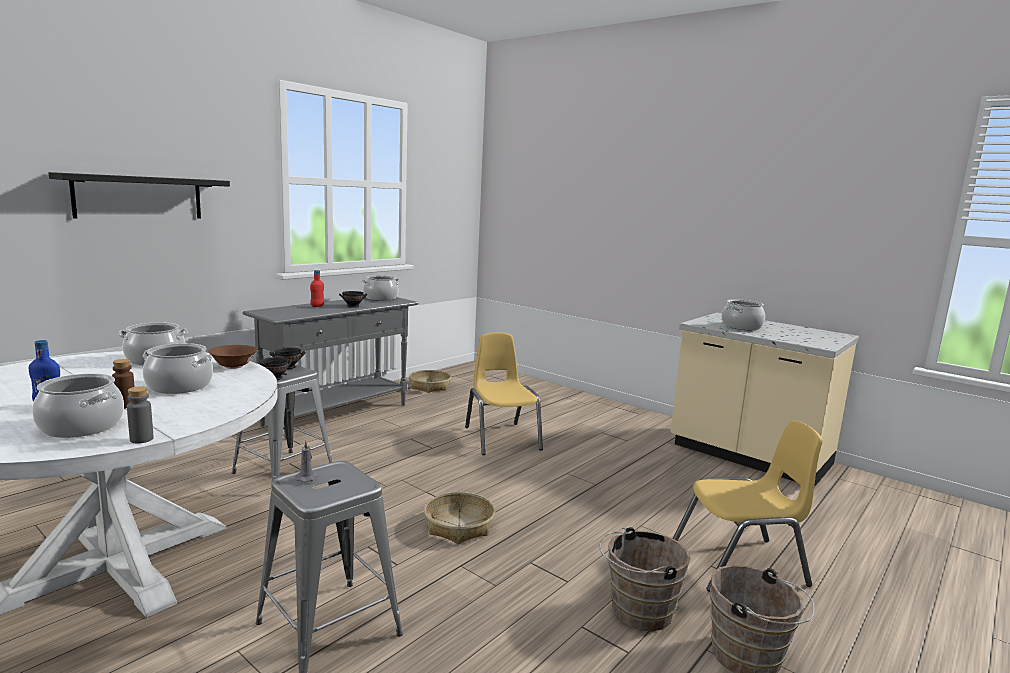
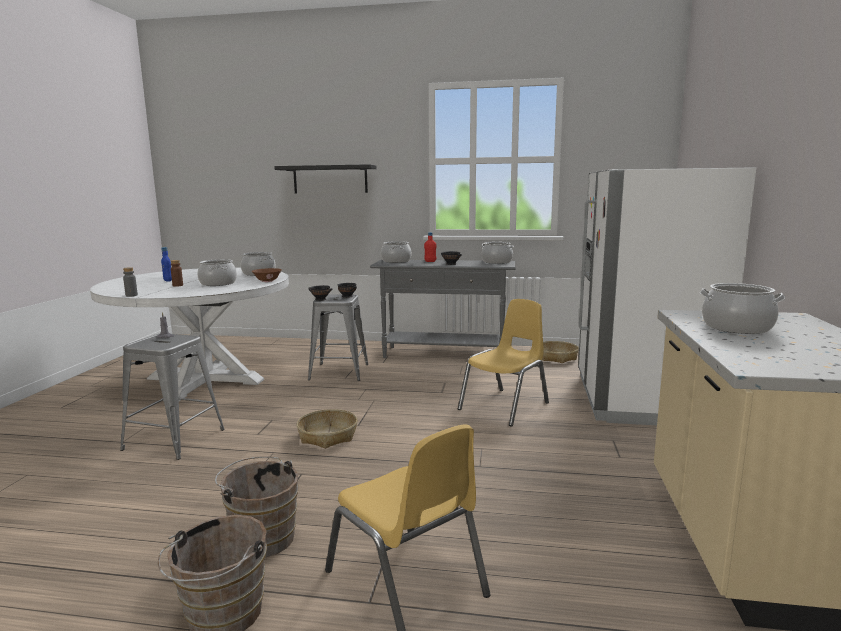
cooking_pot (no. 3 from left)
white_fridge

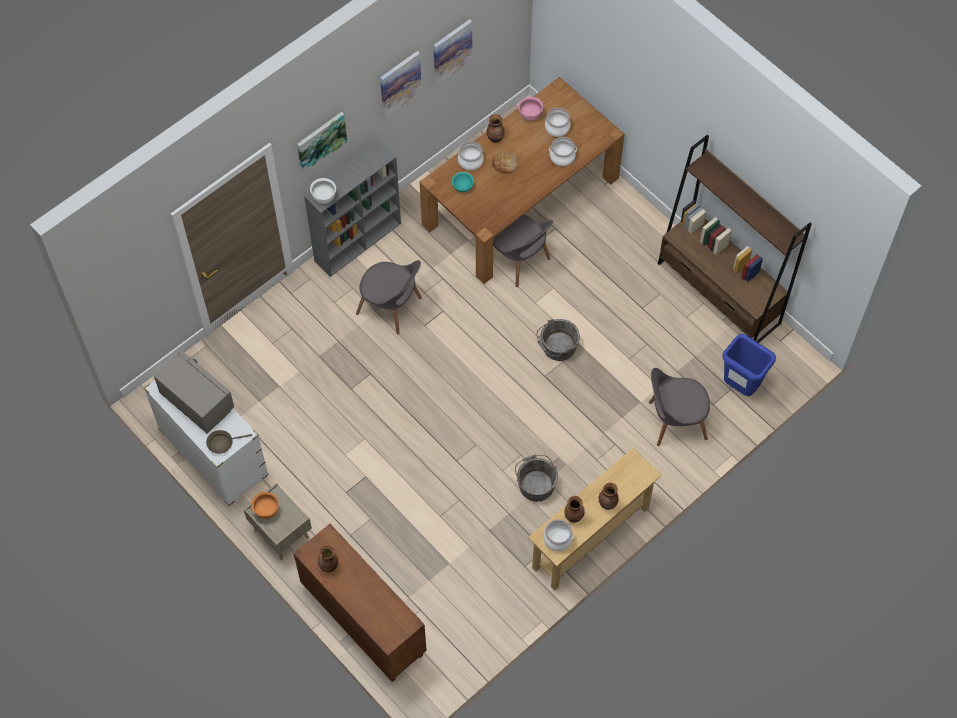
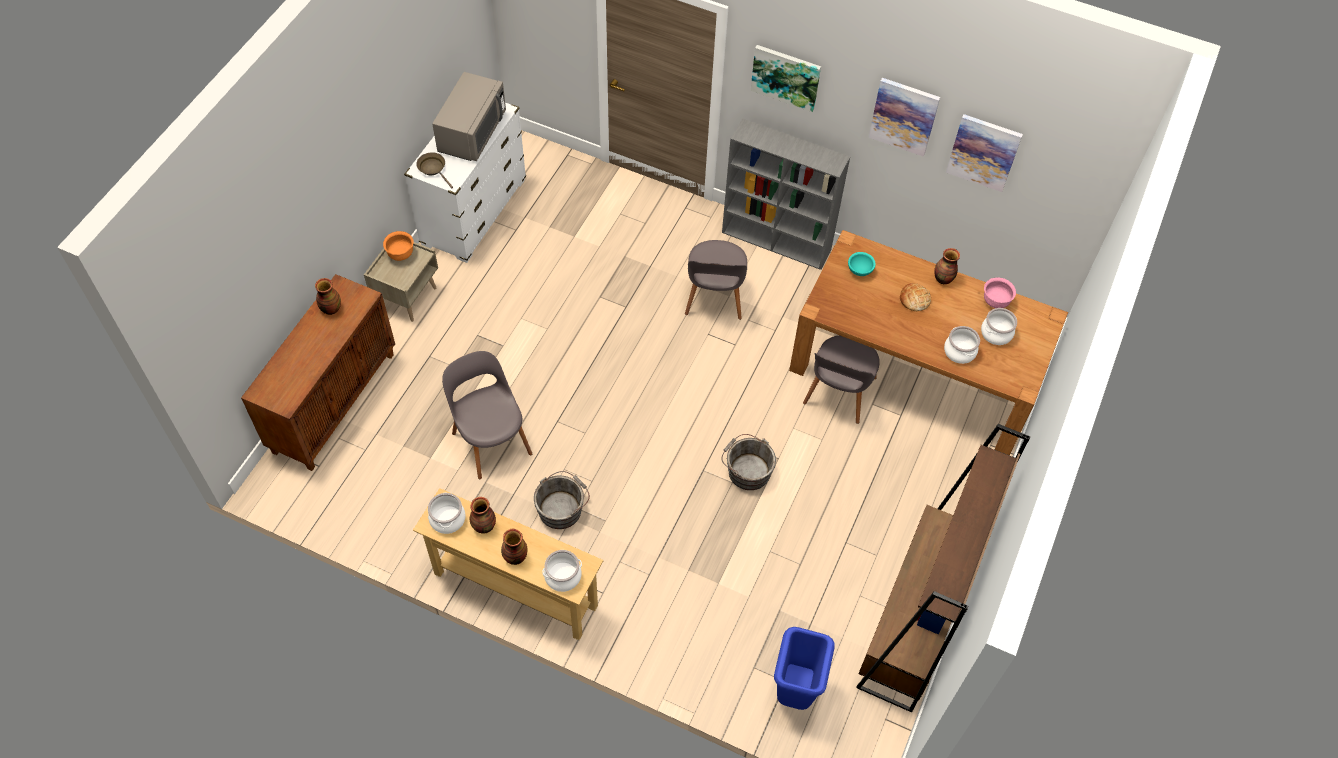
cooking_pot (no. 2 from left)
white_bowl
grey_chair (no. 1 from left)

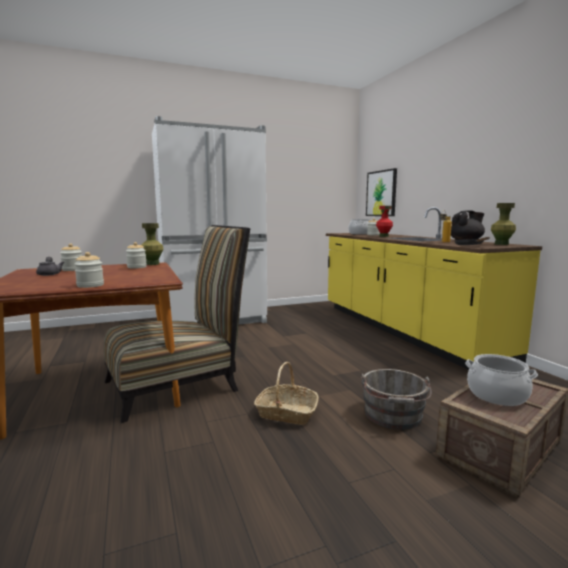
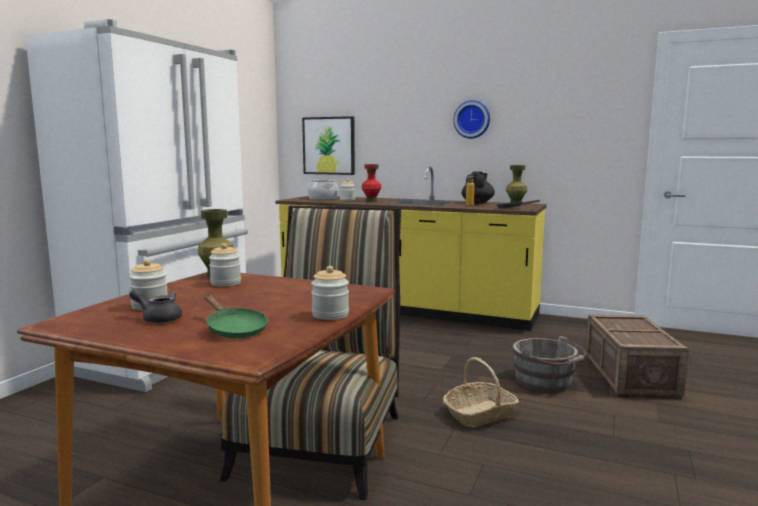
cooking_pot (no. 2 from left in the first image)
wall_clock
green_frying_pan

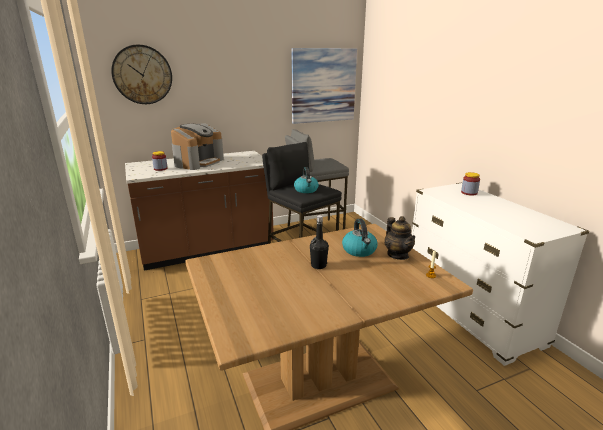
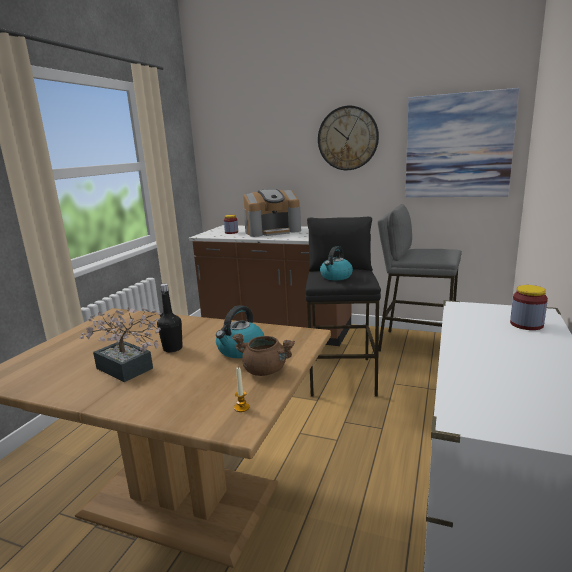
wall_clock
brown_cooking_pot
potted_plant

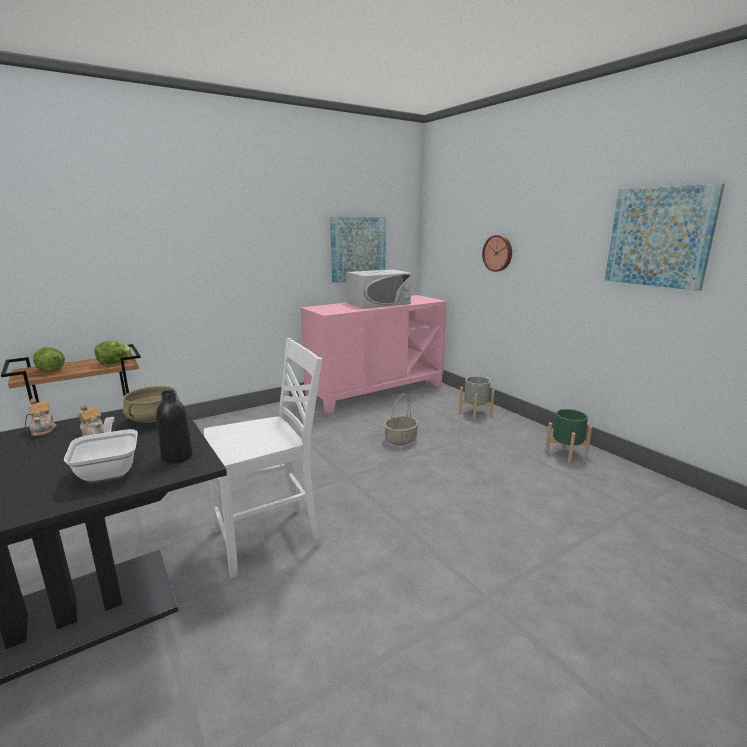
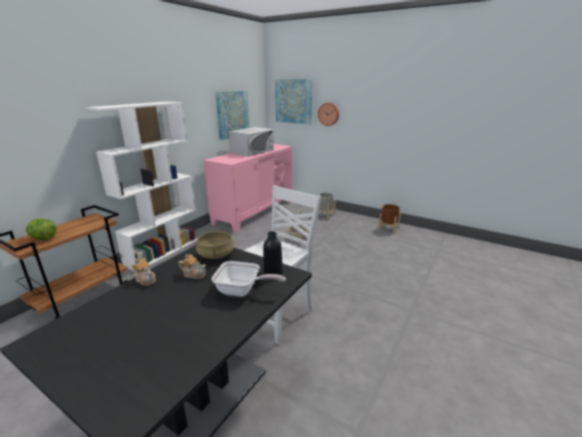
picture (no. 2 from left)
lettuce (no. 2 from left in the first image)
brown_planter
frying_pan
white_bookcase

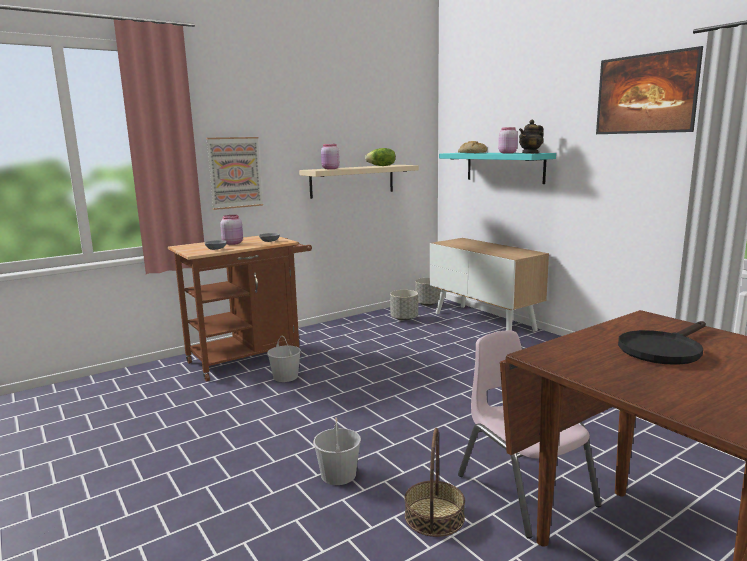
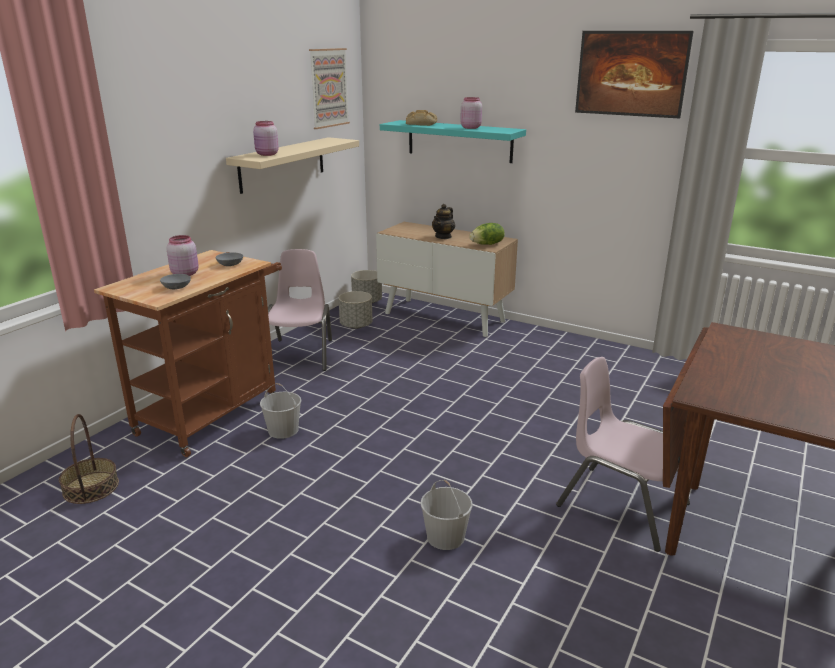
teapot
picture (no. 1 from left)
lettuce
black_frying_pan
basket
pink_chair (no. 1 from left)

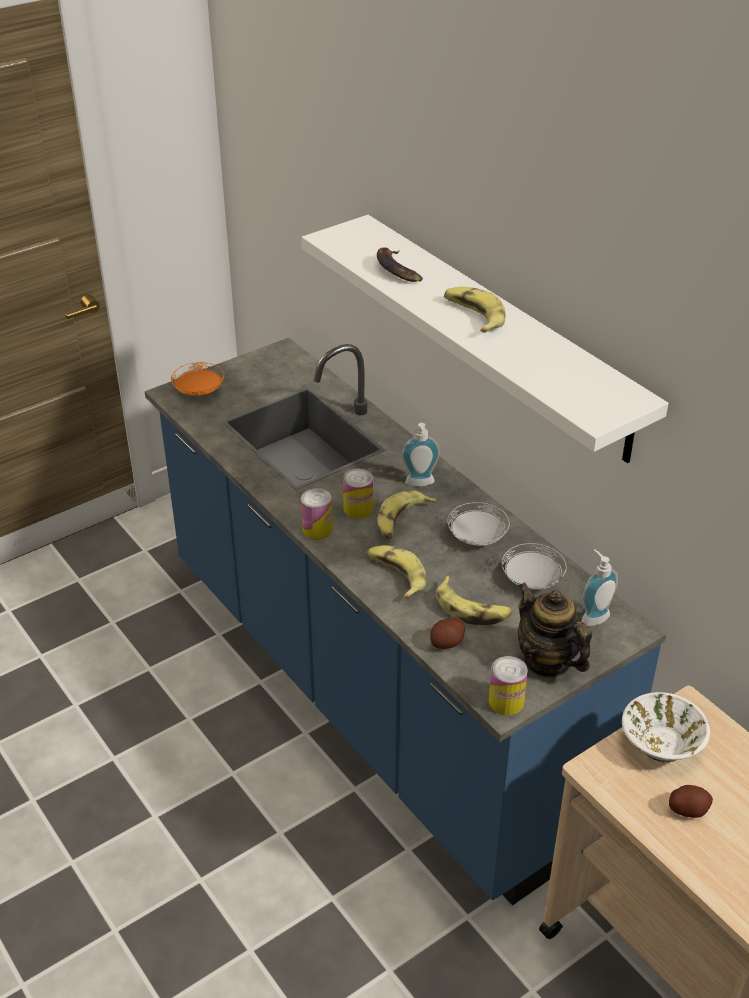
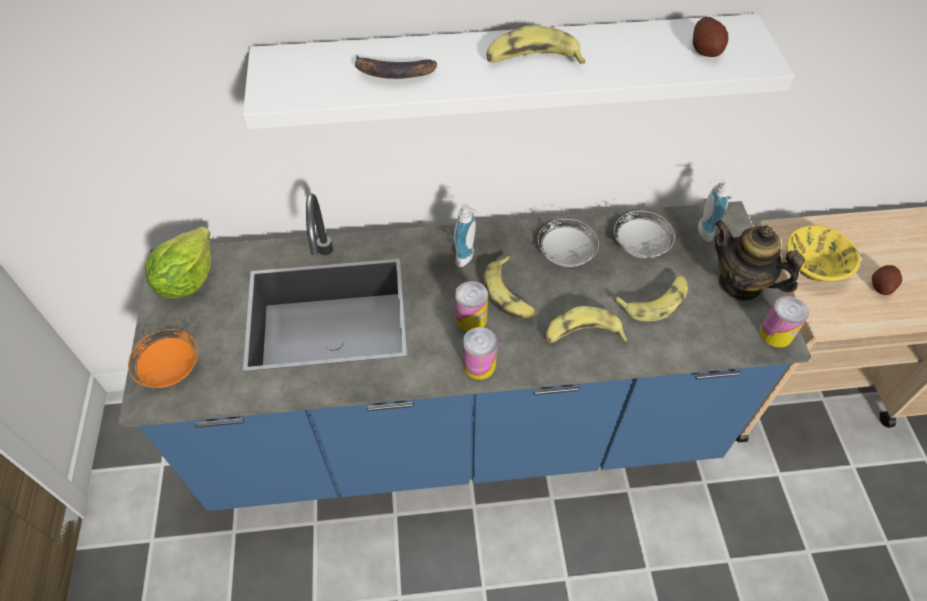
teapot
potato (no. 1 from left)
yellow_bowl
lettuce

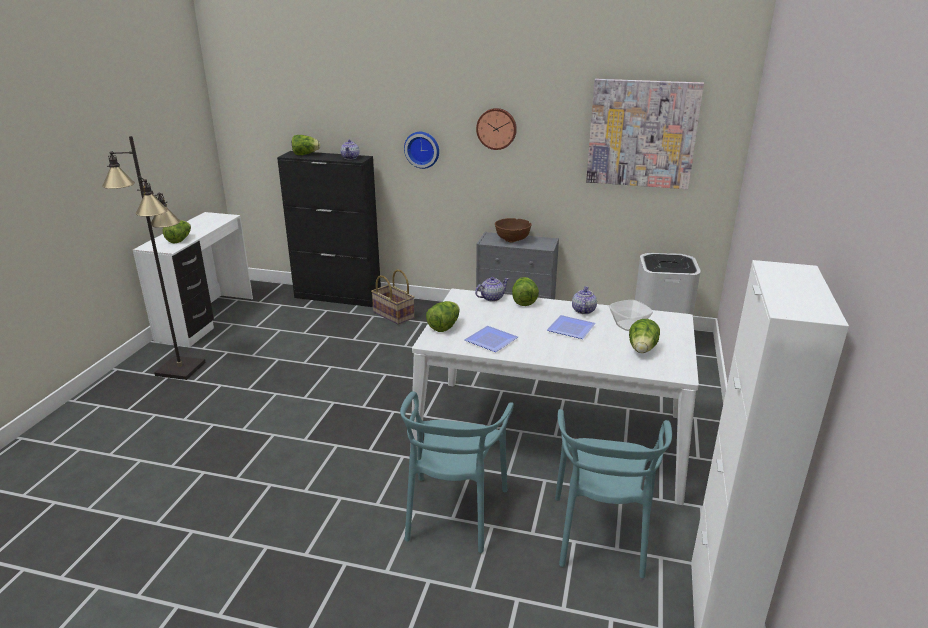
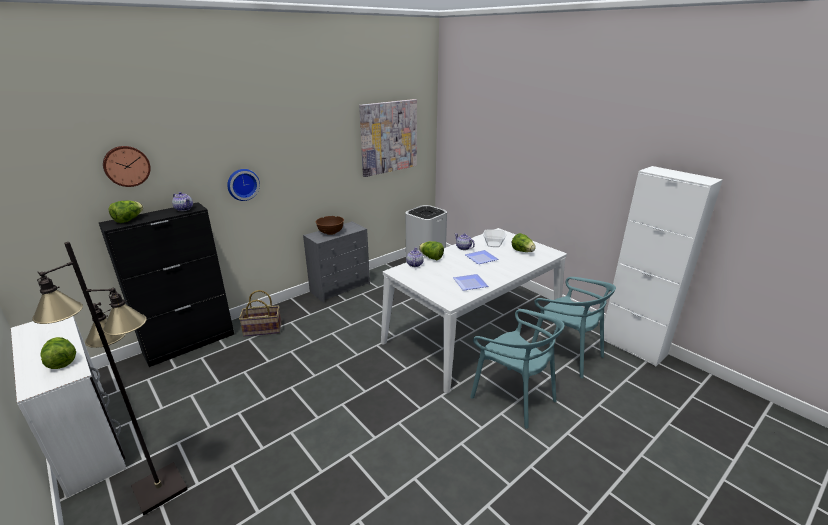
wall_clock (no. 1 from left)
lettuce (no. 3 from left in the first image)

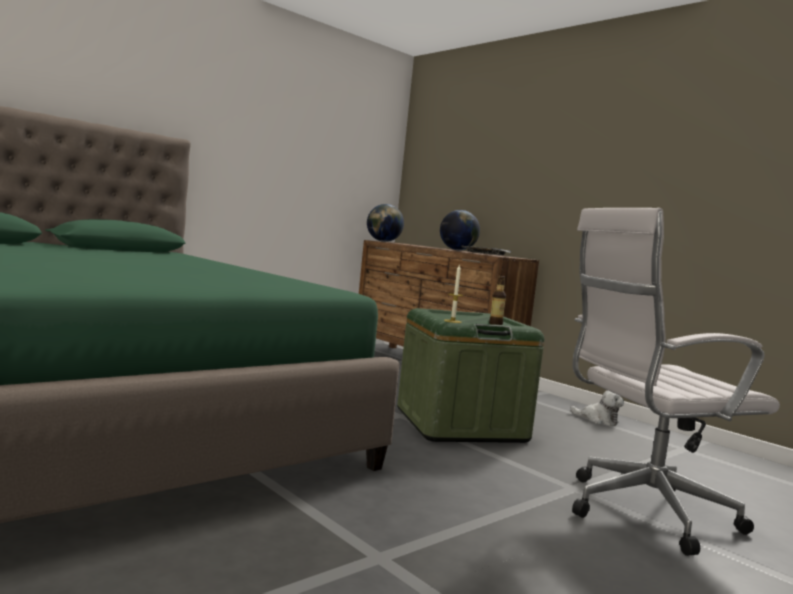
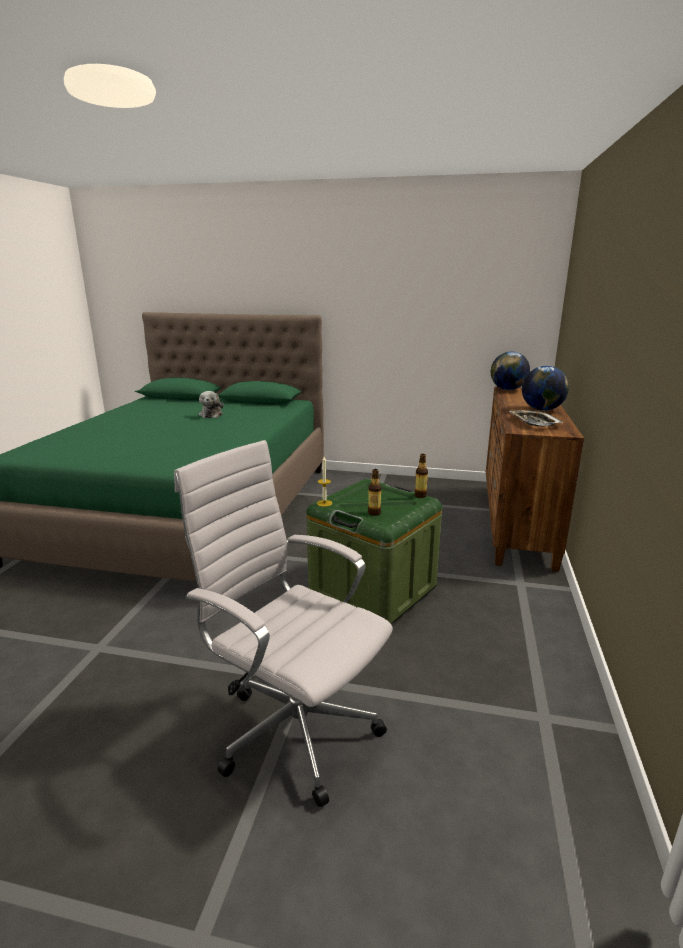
plush_toy
bottle (no. 2 from left)

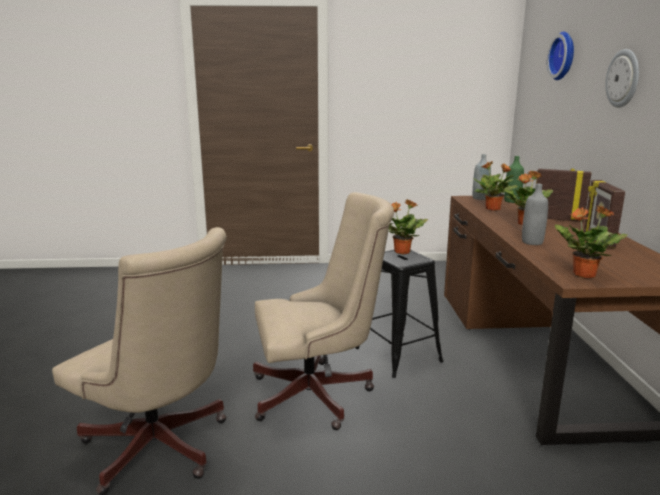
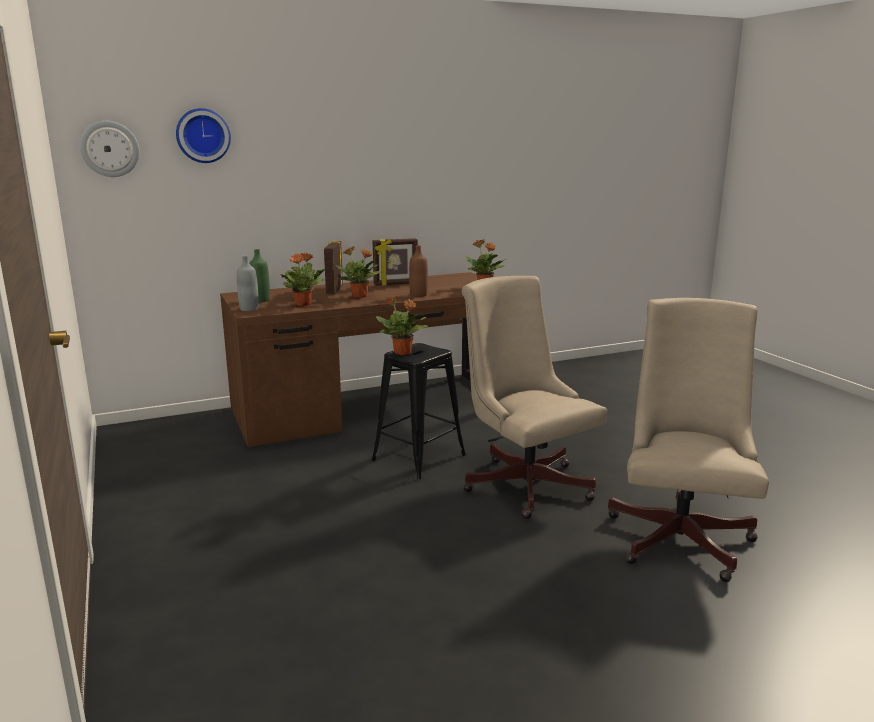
wall_clock (no. 1 from left)
brown_bottle

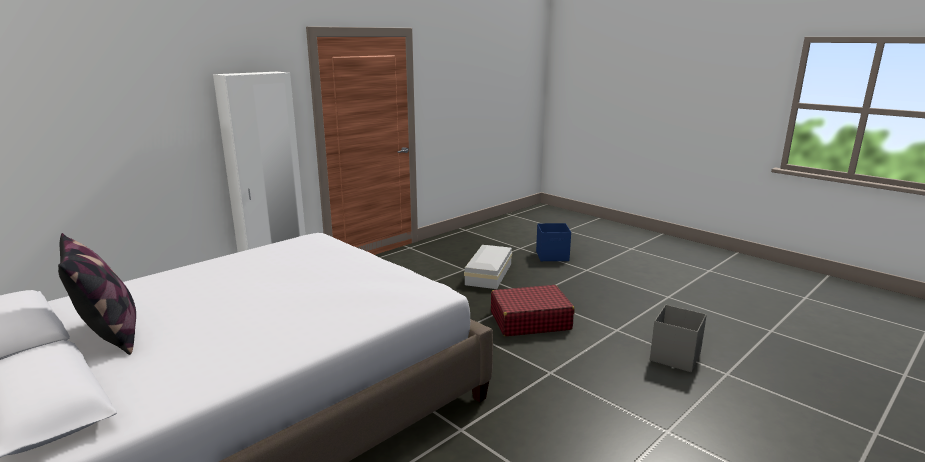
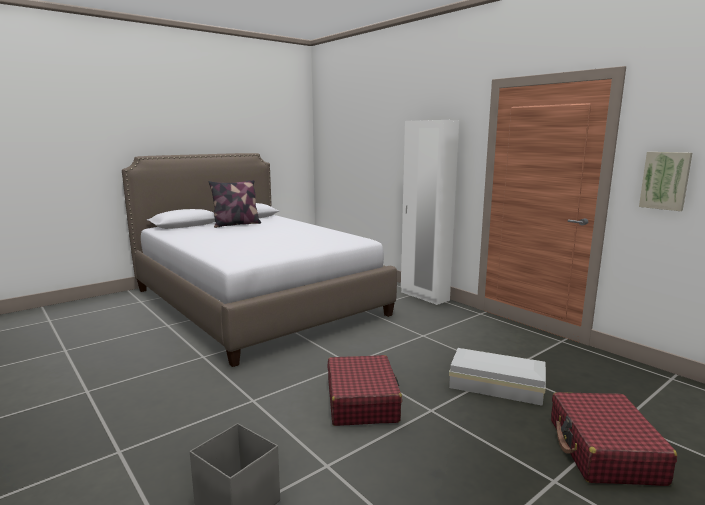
red_suitcase (no. 2 from left)
picture

